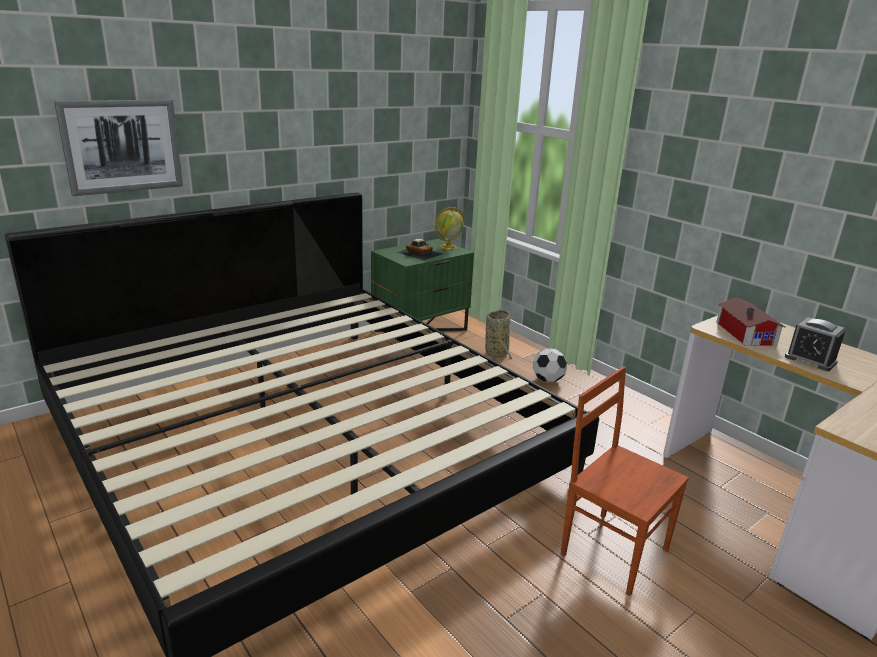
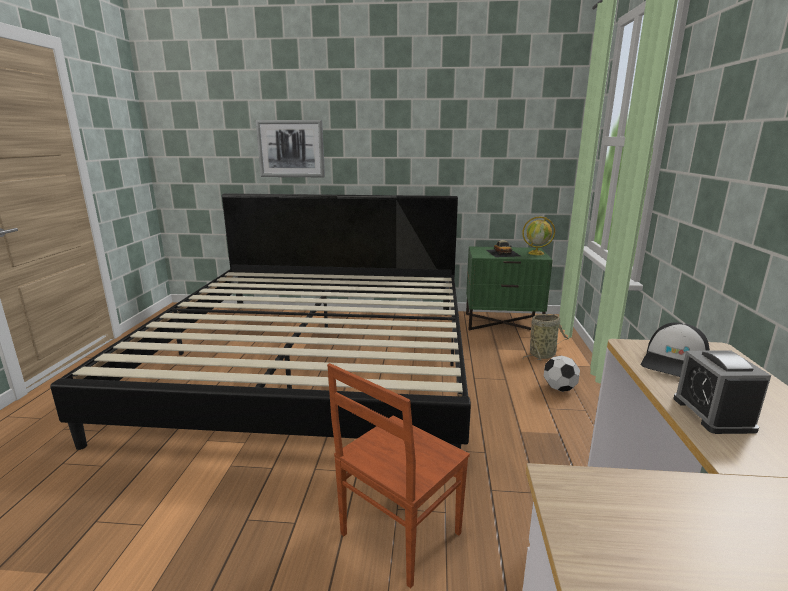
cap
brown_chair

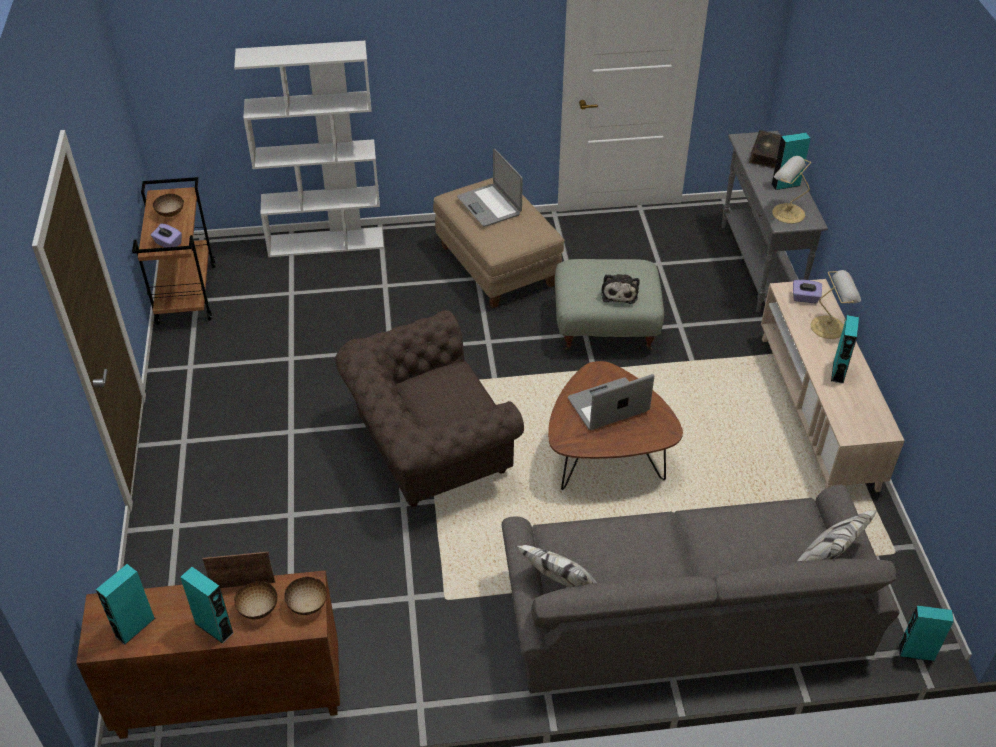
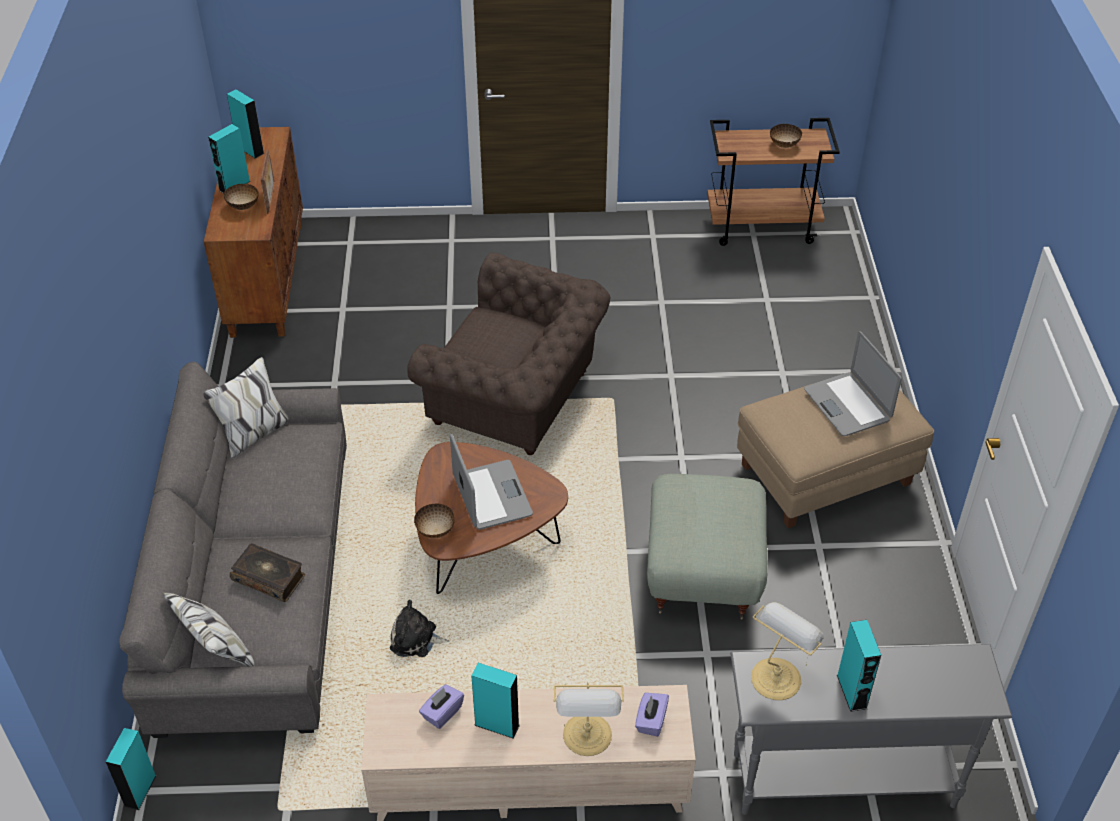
white_bookcase
book
laptop (no. 2 from left)
purple_tissue_box (no. 1 from left)
plush_toy
brown_armchair
bowl (no. 2 from left)

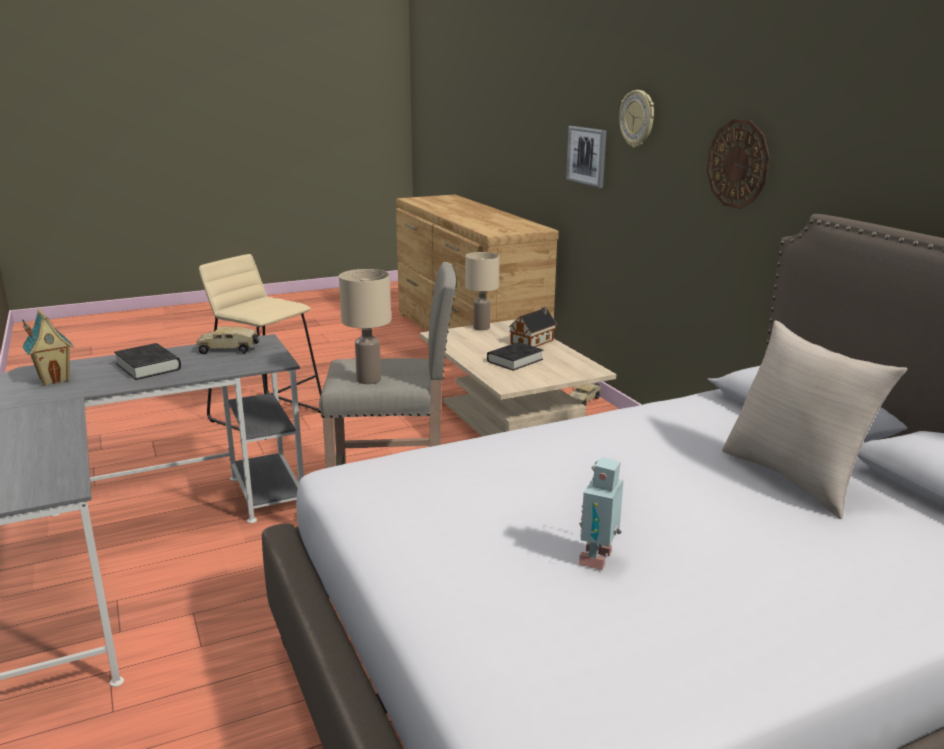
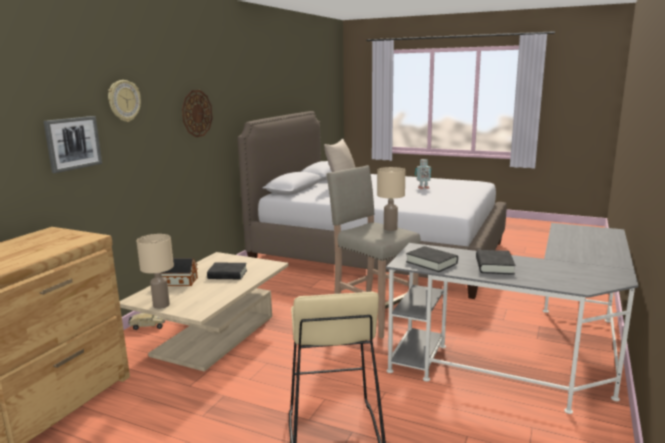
toy_house (no. 1 from left in the first image)
black_book (no. 2 from left)

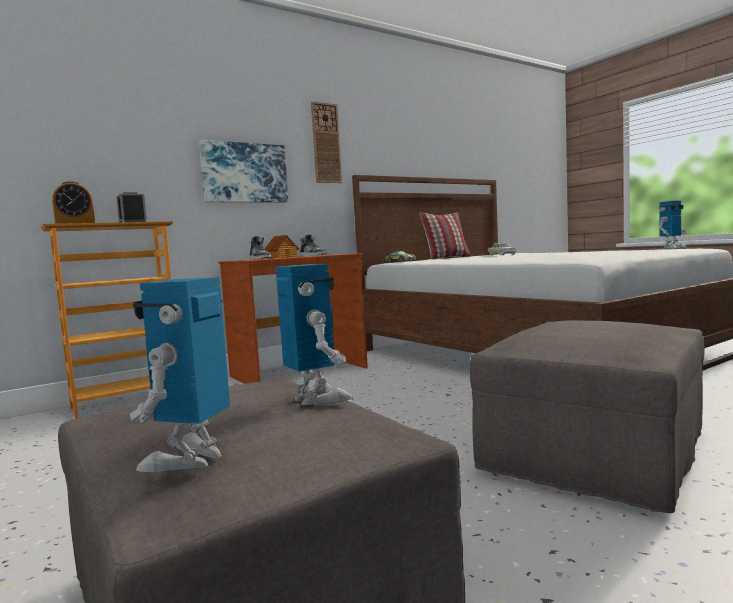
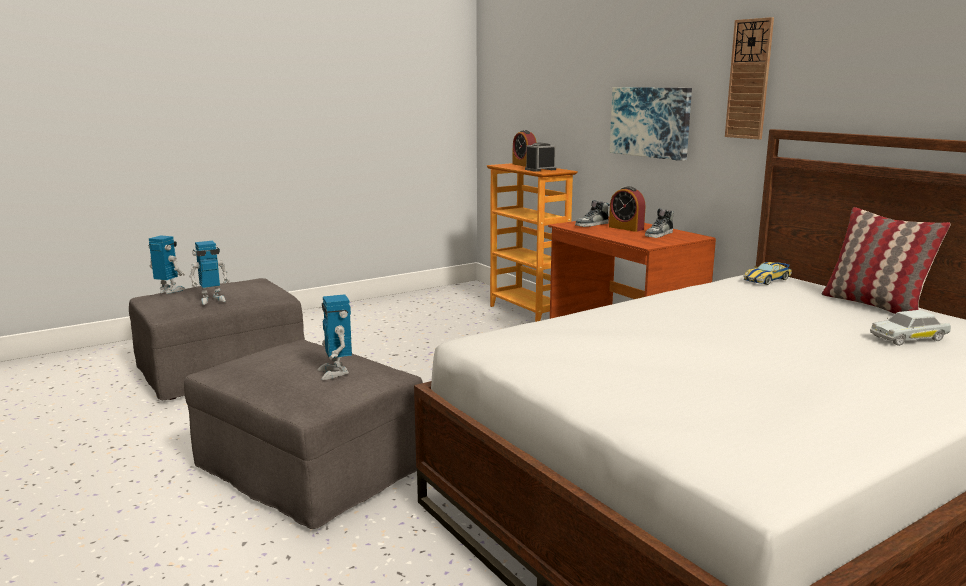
toy_robot (no. 3 from left)
alarm_clock (no. 3 from left)

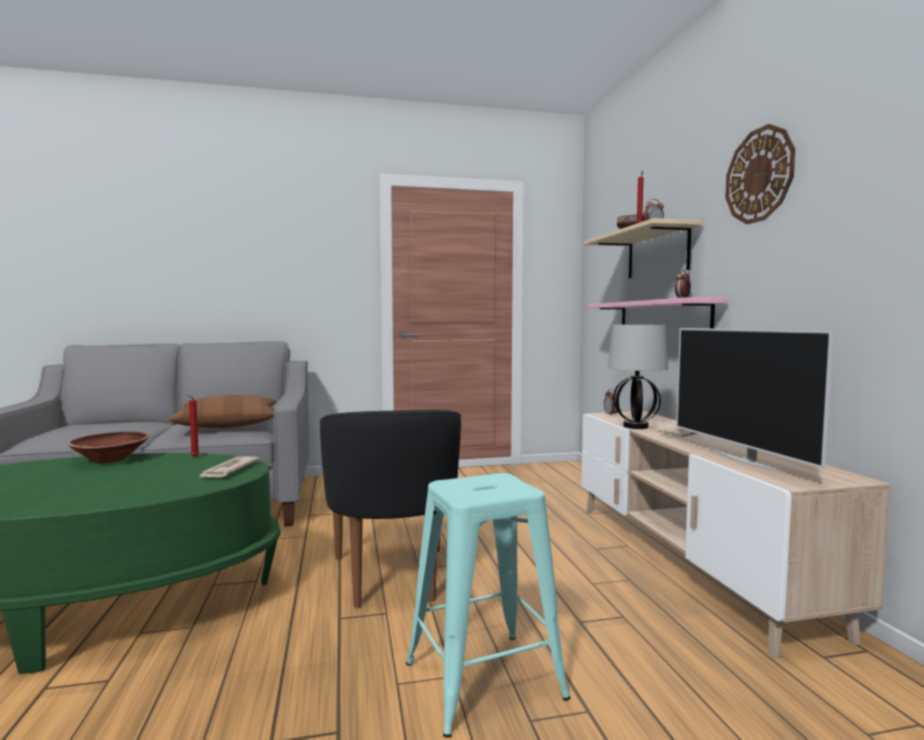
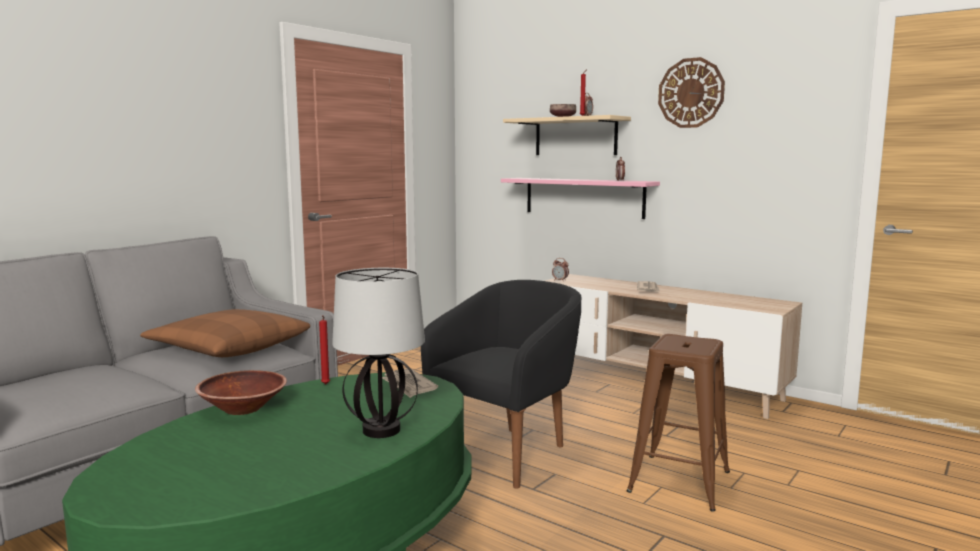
table_lamp
television
black_armchair
brown_stool

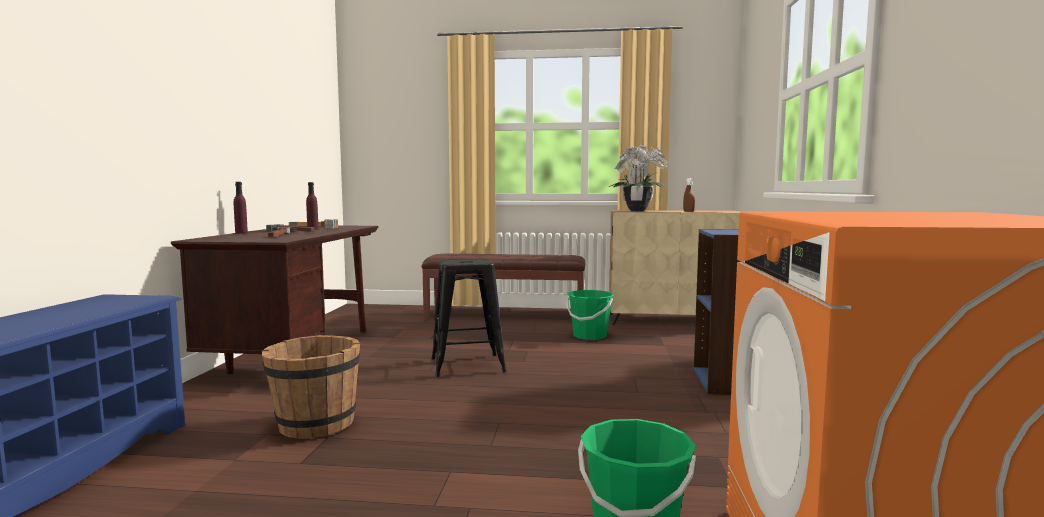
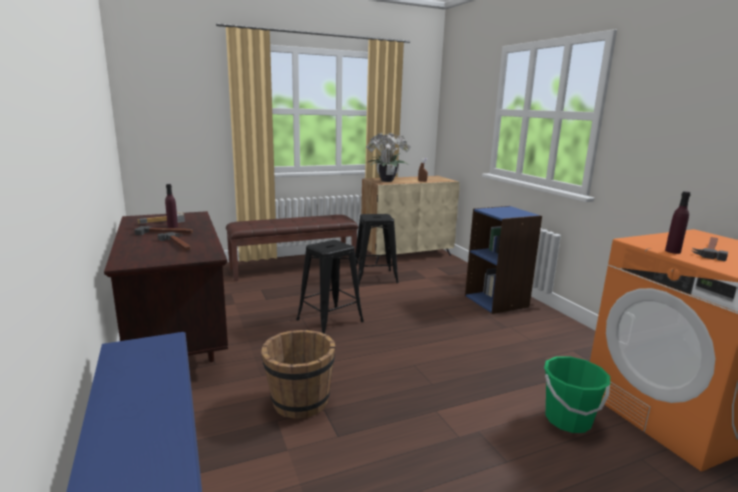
purple_bottle (no. 2 from left)
black_stool (no. 2 from left)
hammer (no. 4 from left)

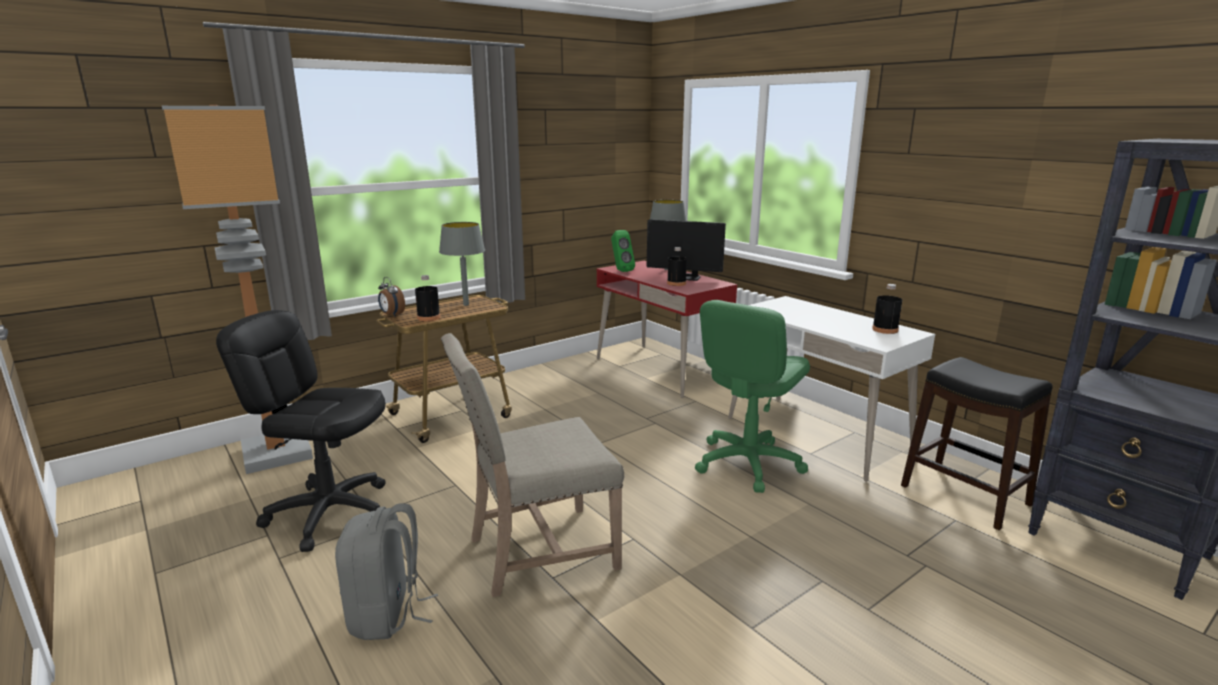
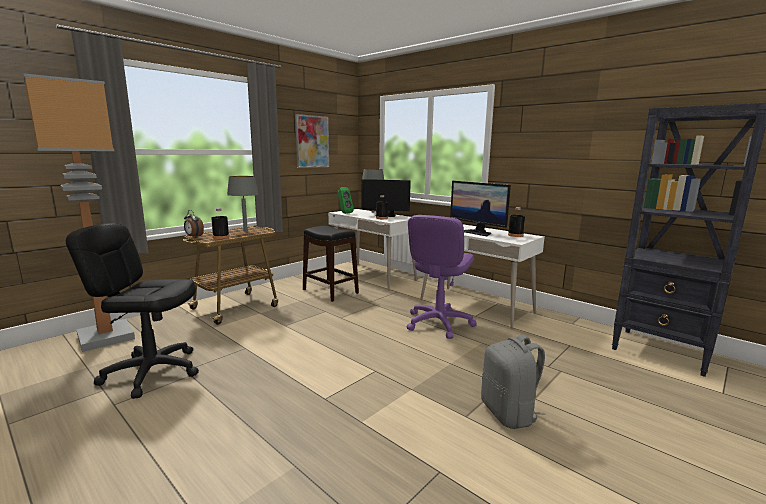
white_desk (no. 1 from left)
purple_office_chair
beige_chair
black_stool
grey_backpack
picture
monitor (no. 2 from left)

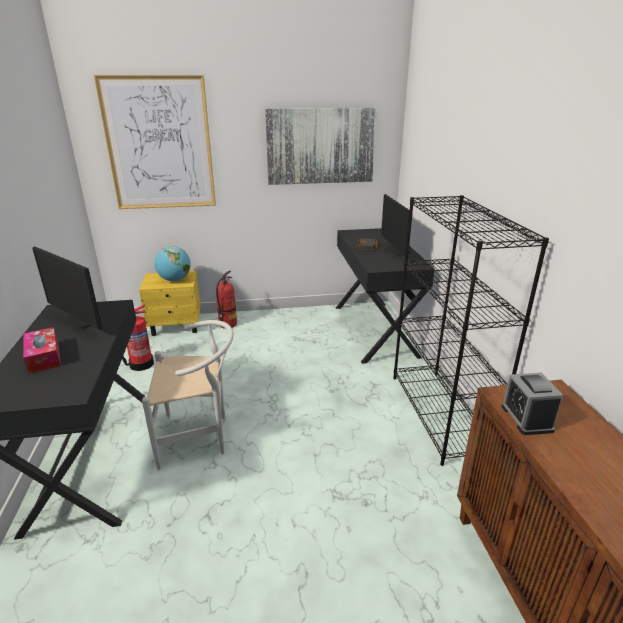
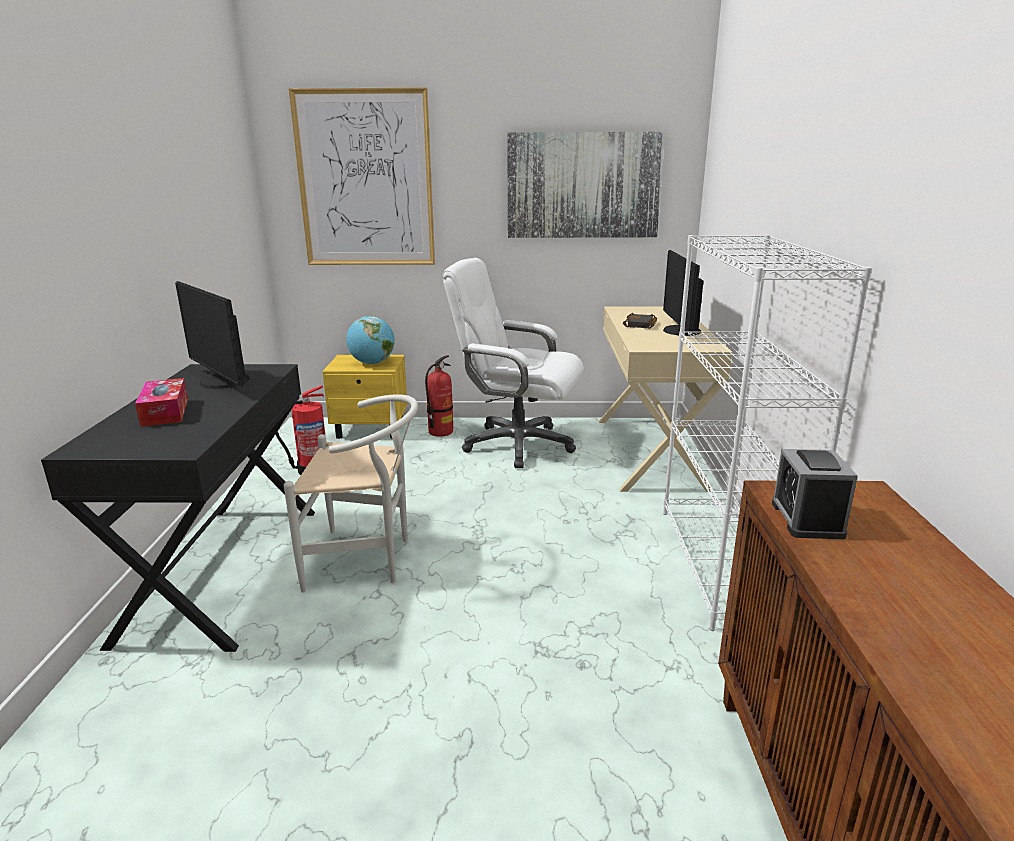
white_bookcase
beige_desk
white_office_chair

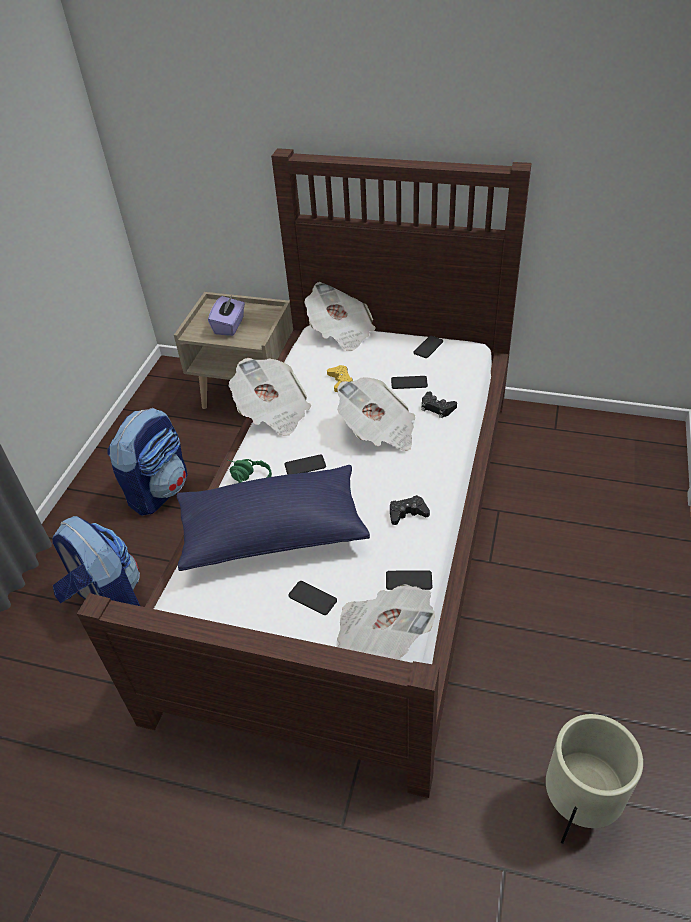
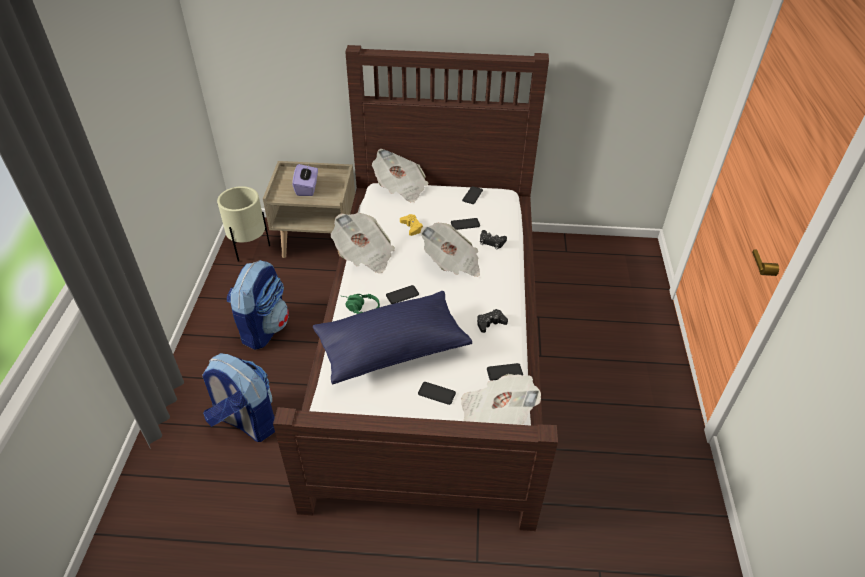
beige_planter

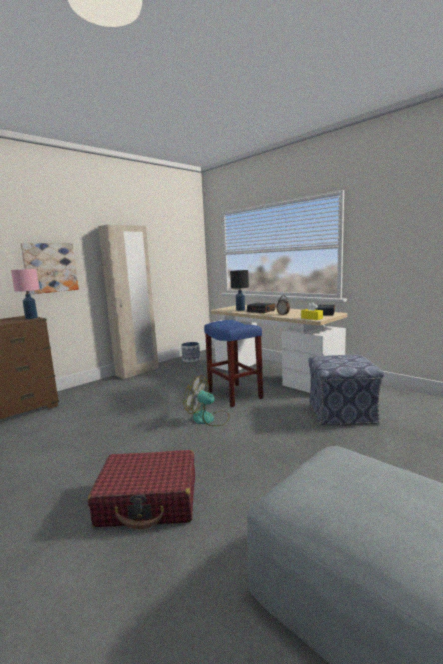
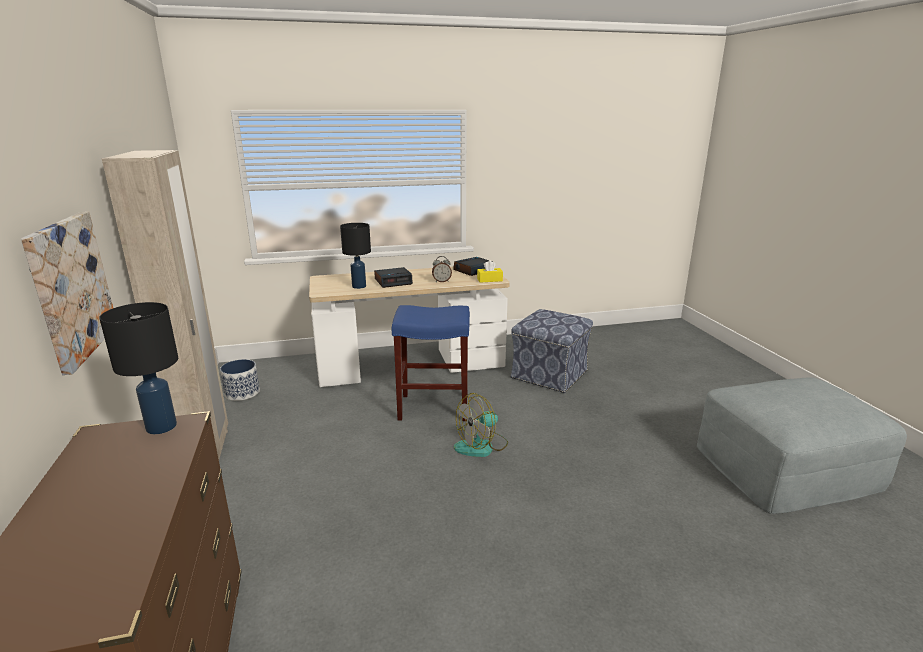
black_table_lamp (no. 1 from left)
red_suitcase

